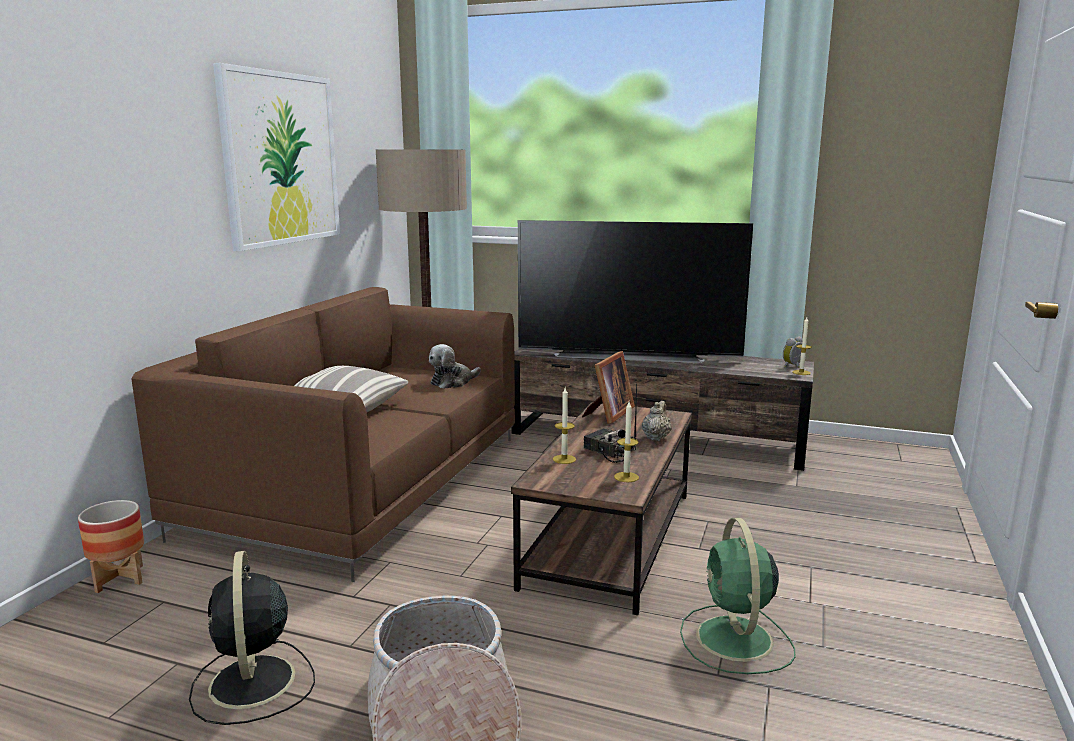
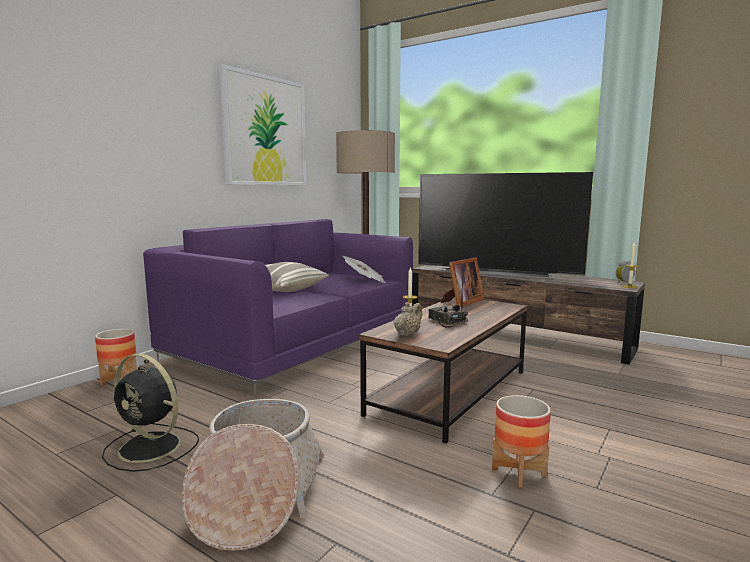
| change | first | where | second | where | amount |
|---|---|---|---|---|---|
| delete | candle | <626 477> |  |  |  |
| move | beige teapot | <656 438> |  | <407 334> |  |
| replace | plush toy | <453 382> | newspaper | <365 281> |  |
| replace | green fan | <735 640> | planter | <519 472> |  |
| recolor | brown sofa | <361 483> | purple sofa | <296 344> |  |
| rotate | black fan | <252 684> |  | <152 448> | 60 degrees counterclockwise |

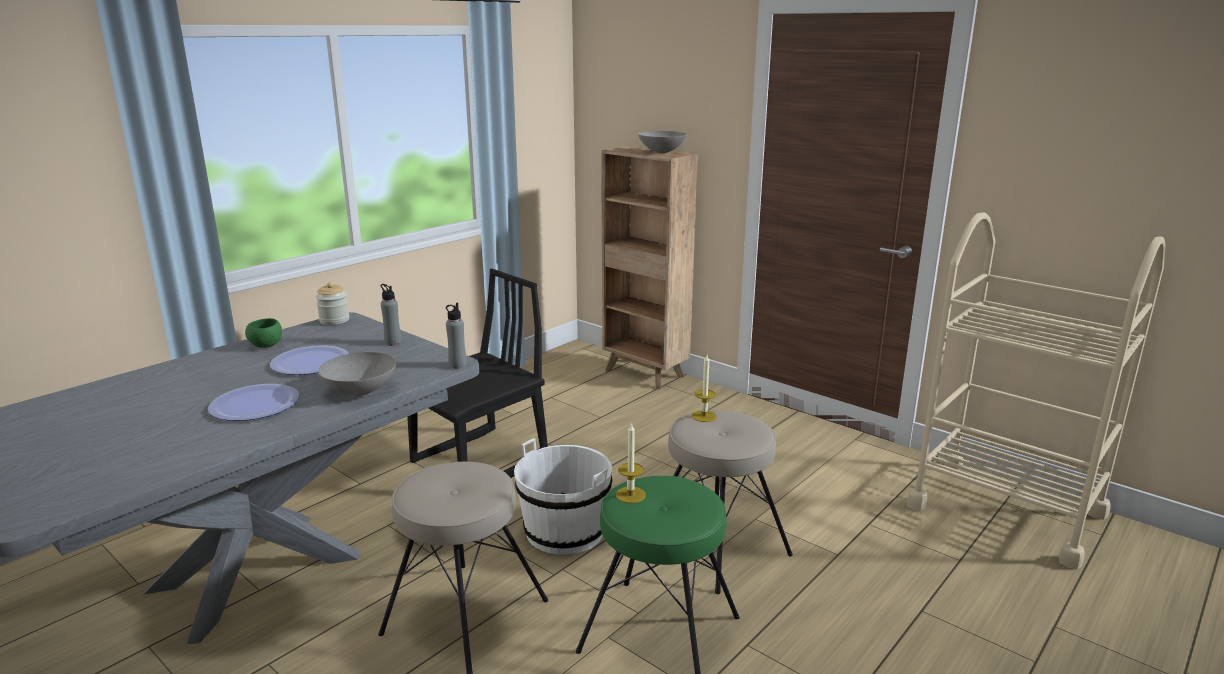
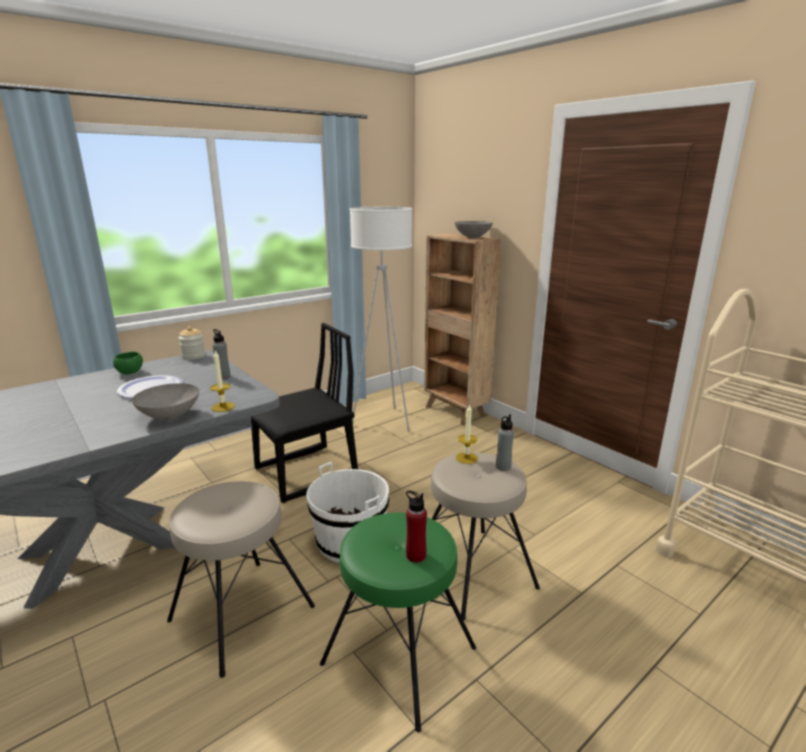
| change | first | where | second | where | amount |
|---|---|---|---|---|---|
| delete | plate | <255 404> |  |  |  |
| insert |  |  | white floor lamp | <384 421> |  |
| insert |  |  | red bottle | <416 555> |  |
| move | grey bottle | <457 365> |  | <503 467> |  |
| move | candle | <630 495> |  | <223 407> |  |

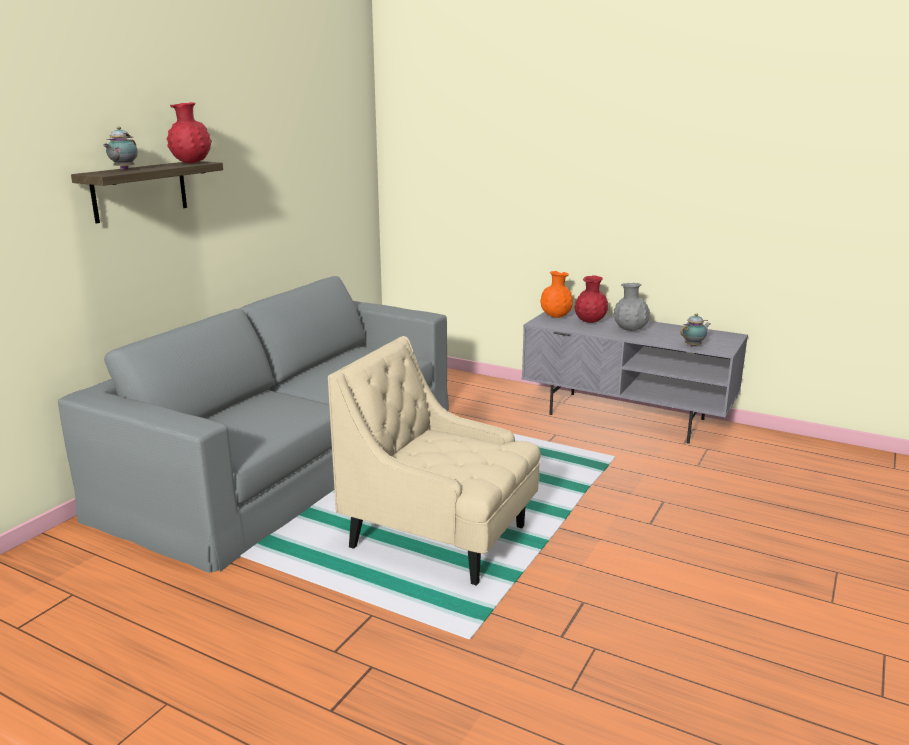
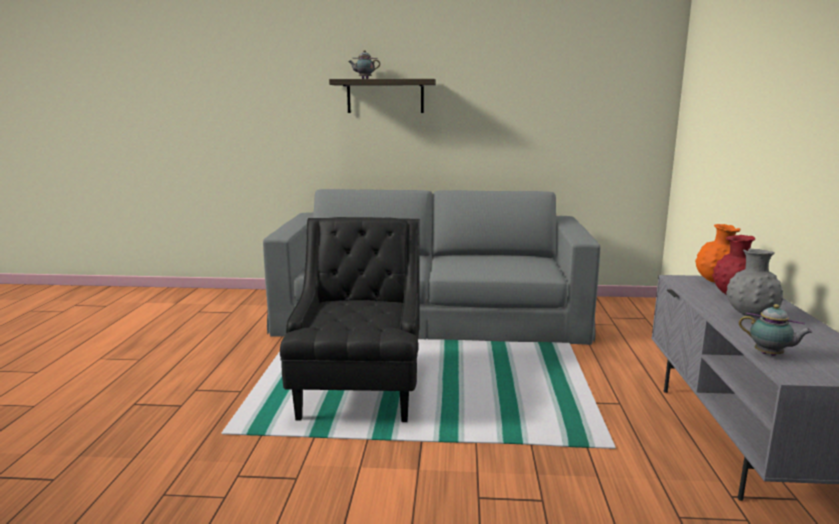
| change | first | where | second | where | amount |
|---|---|---|---|---|---|
| delete | red vase | <191 163> |  |  |  |
| recolor | beige armchair | <440 538> | black armchair | <359 391> |  |

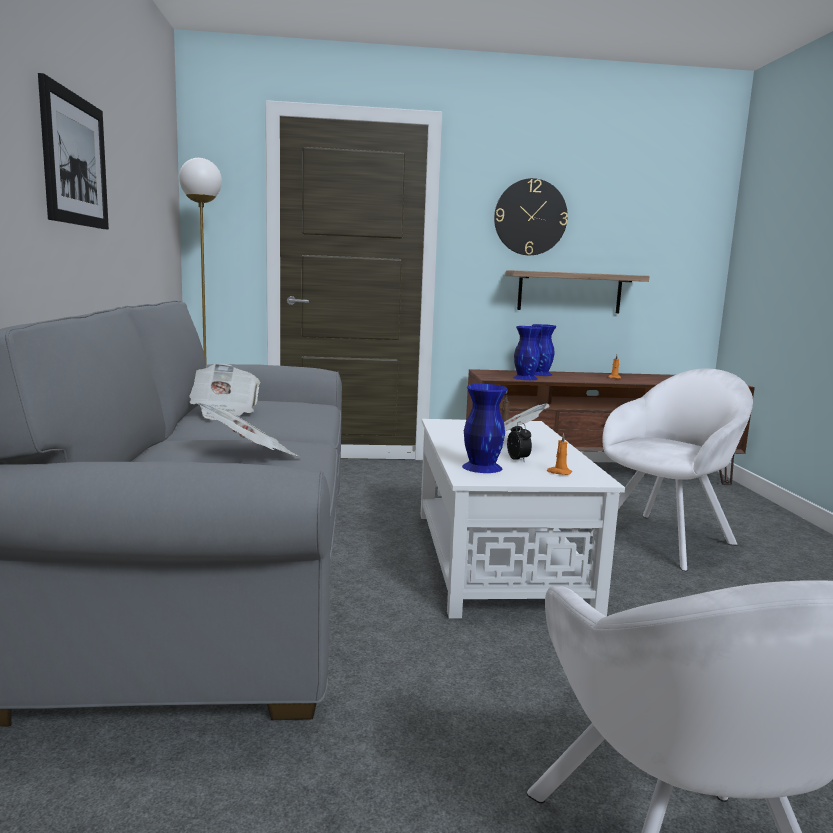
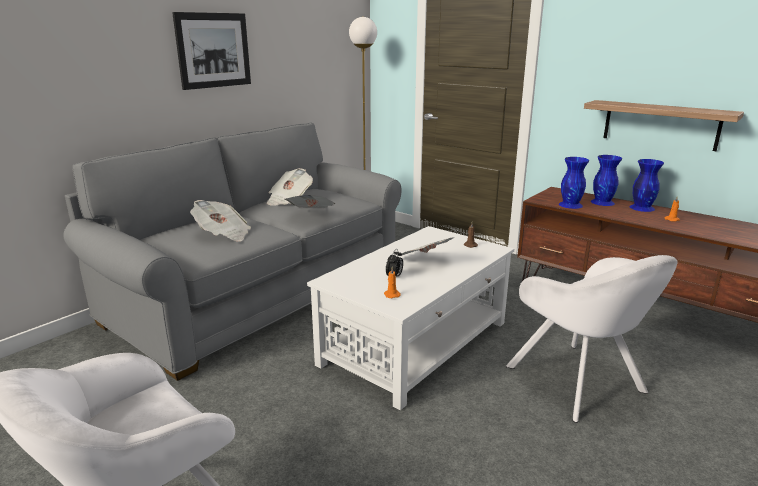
| change | first | where | second | where | amount |
|---|---|---|---|---|---|
| delete | wall clock | <530 217> |  |  |  |
| insert |  |  | newspaper | <312 215> |  |
| move | blue vase | <481 467> |  | <641 207> |  |
| rotate | white armchair | <667 538> |  | <579 383> | 60 degrees clockwise |

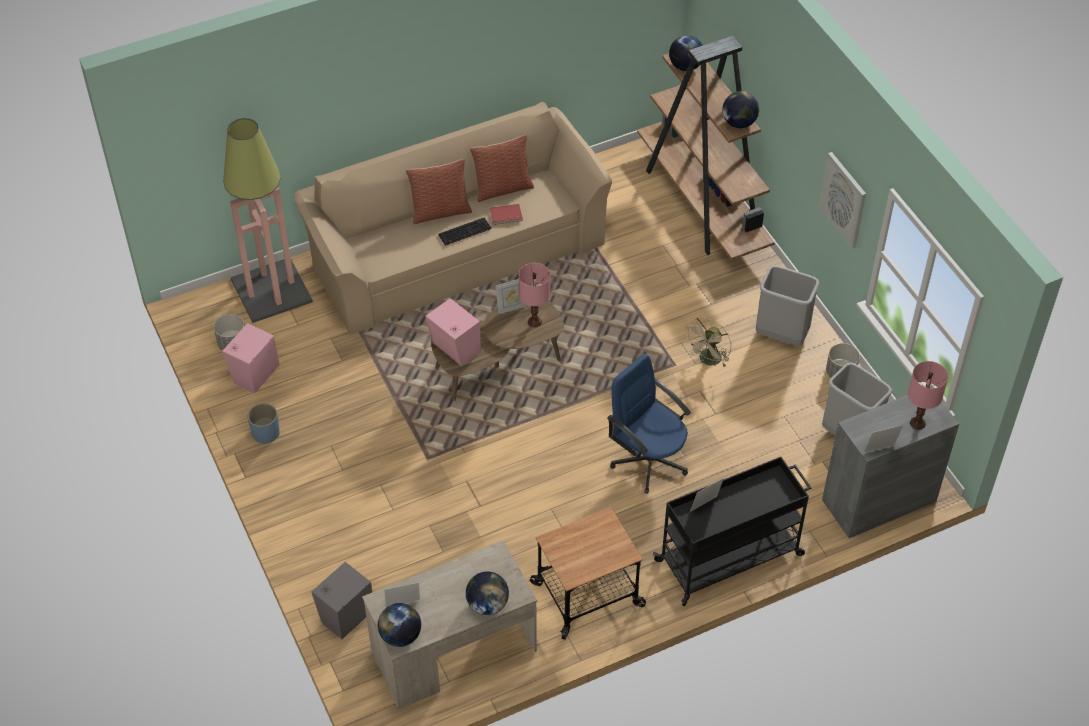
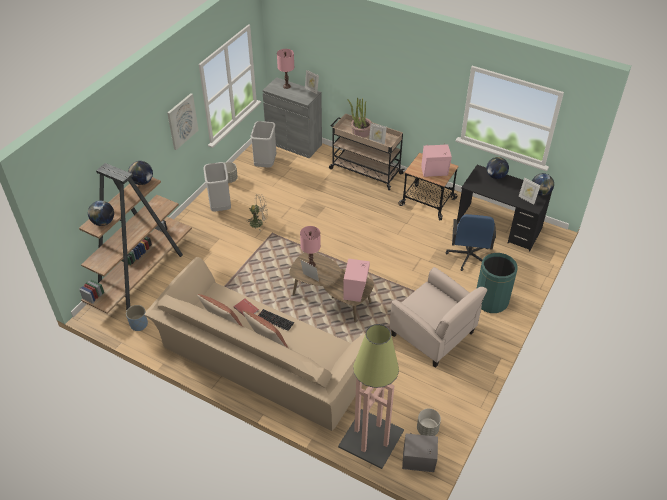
| change | first | where | second | where | amount |
|---|---|---|---|---|---|
| insert |  |  | potted plant | <360 132> |  |
| insert |  |  | beige armchair | <433 334> |  |
| insert |  |  | green trash can | <491 301> |  |
| move | pink speaker | <254 373> |  | <435 172> |  |
| move | blue planter | <265 433> |  | <139 324> |  |
| move | grey speaker | <345 615> |  | <419 463> |  |
| move | blue office chair | <648 460> |  | <468 256> |  |
| recolor | beige desk | <453 652> | black desk | <498 227> |  |
| recolor | black cart | <730 557> | beige cart | <365 171> |  |

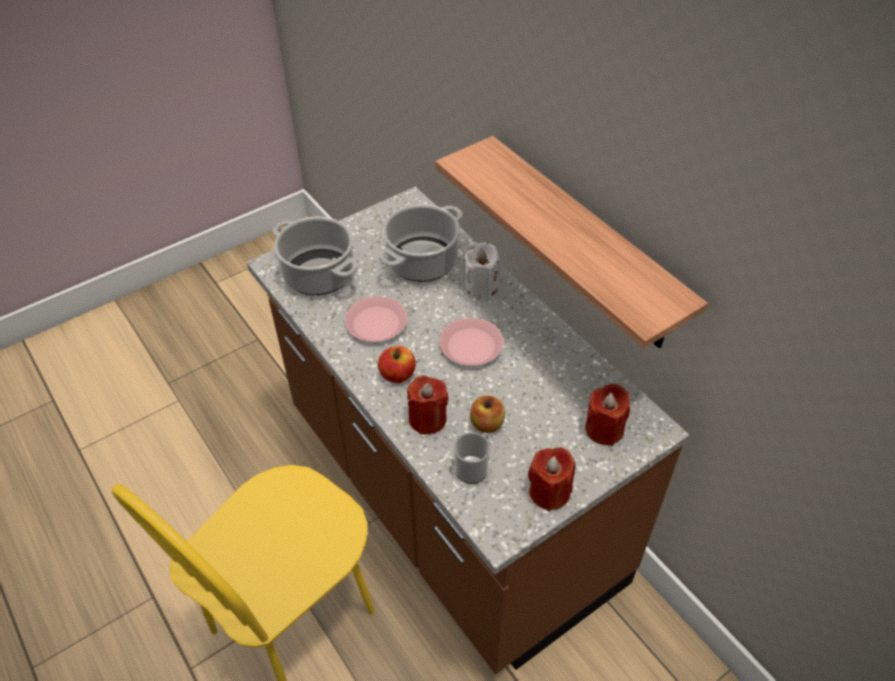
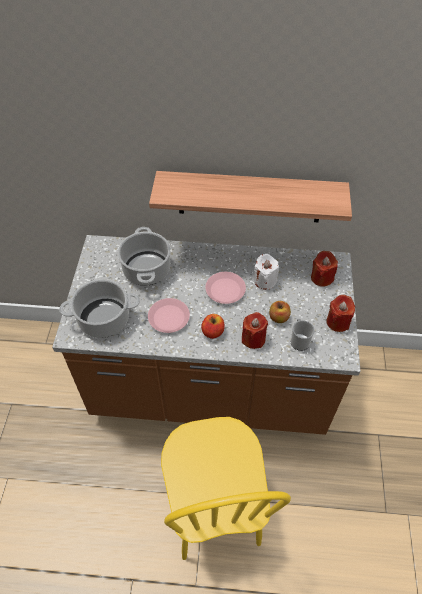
| change | first | where | second | where | amount |
|---|---|---|---|---|---|
| move | white candle | <481 286> |  | <264 281> |  |

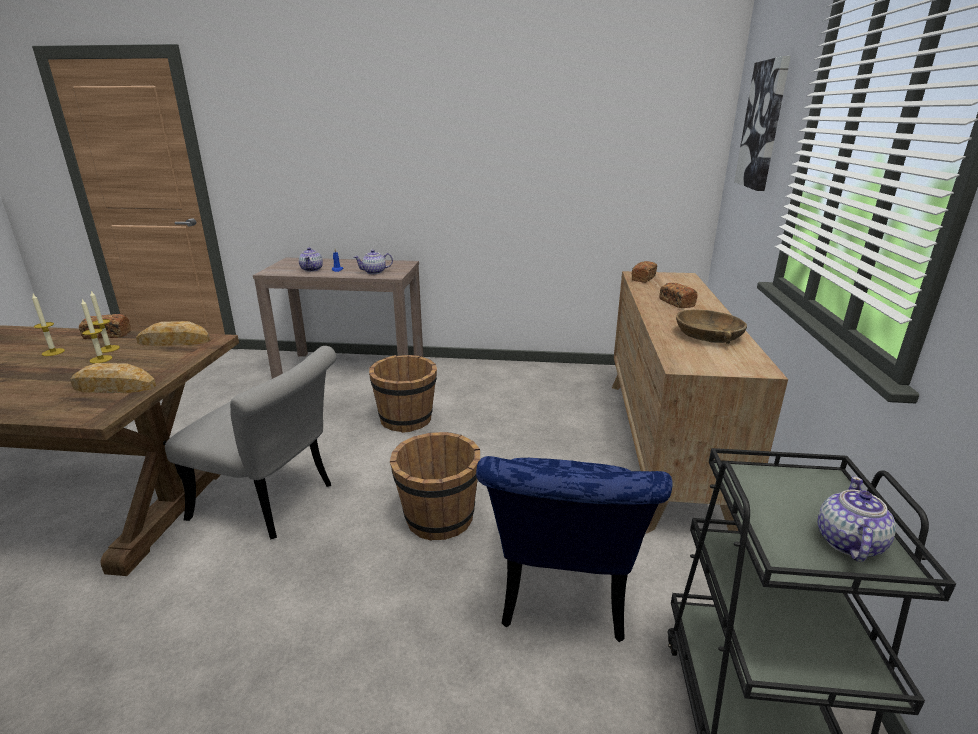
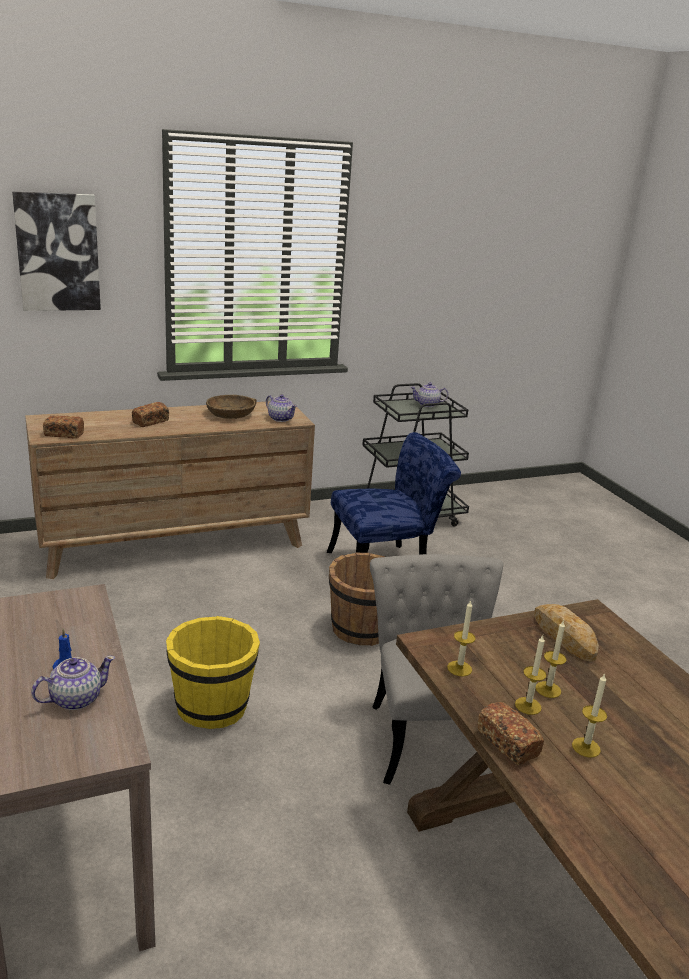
| change | first | where | second | where | amount |
|---|---|---|---|---|---|
| move | teapot | <374 272> |  | <280 418> |  |
| replace | bread | <174 341> | candle | <459 668> |  |
| recolor | brown bucket | <406 420> | yellow bucket | <212 706> |  |

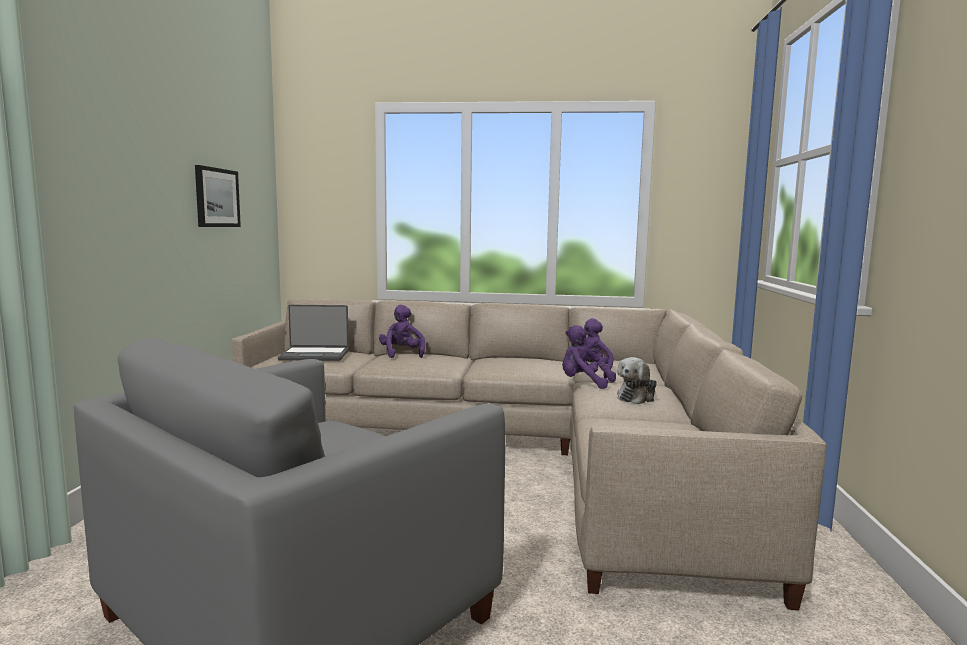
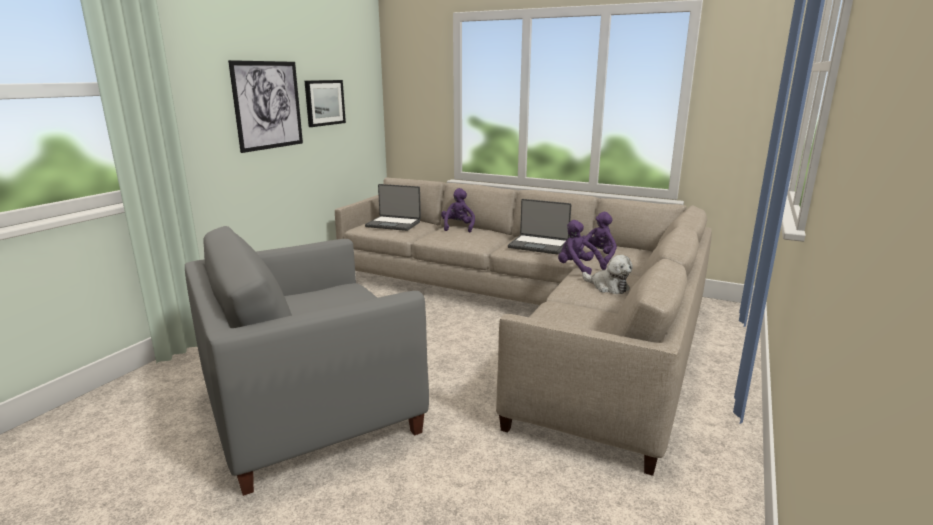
| change | first | where | second | where | amount |
|---|---|---|---|---|---|
| insert |  |  | picture | <268 105> |  |
| insert |  |  | laptop | <539 245> |  |
| rotate | plush toy | <637 397> |  | <607 287> | 105 degrees counterclockwise |

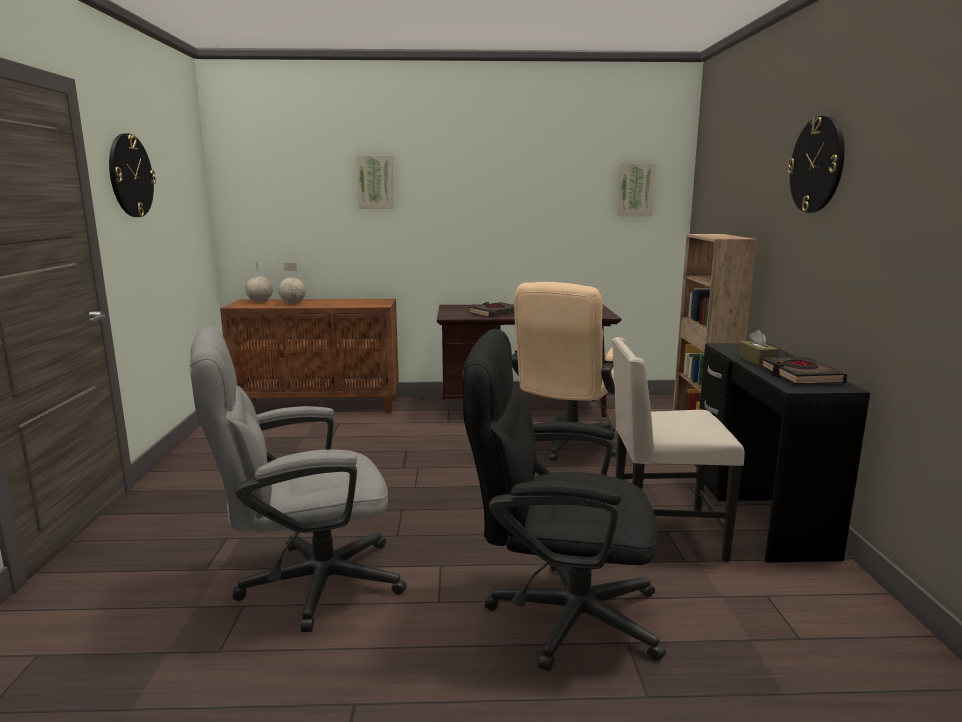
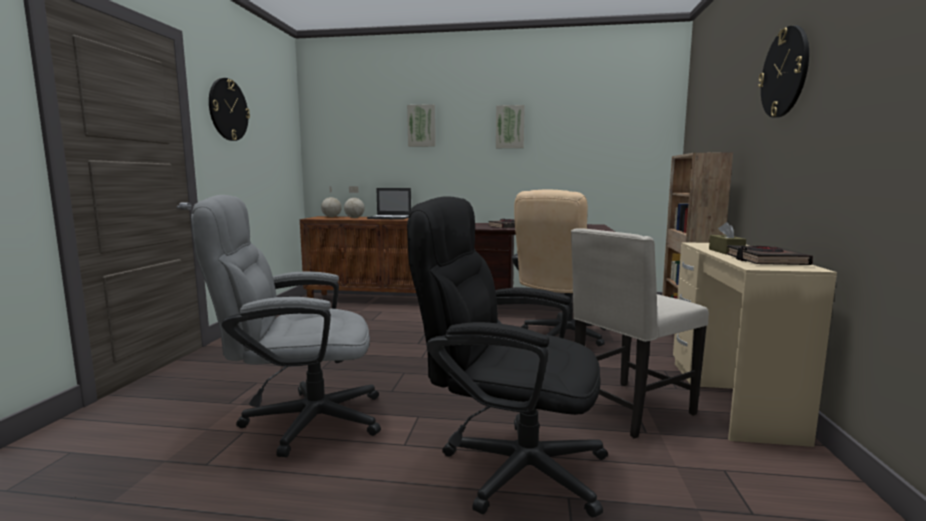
| change | first | where | second | where | amount |
|---|---|---|---|---|---|
| insert |  |  | laptop | <390 218> |  |
| move | picture | <635 189> |  | <510 127> |  |
| recolor | black desk | <759 512> | beige desk | <731 398> |  |
| rotate | beige chair | <662 536> |  | <628 410> | 45 degrees counterclockwise |

